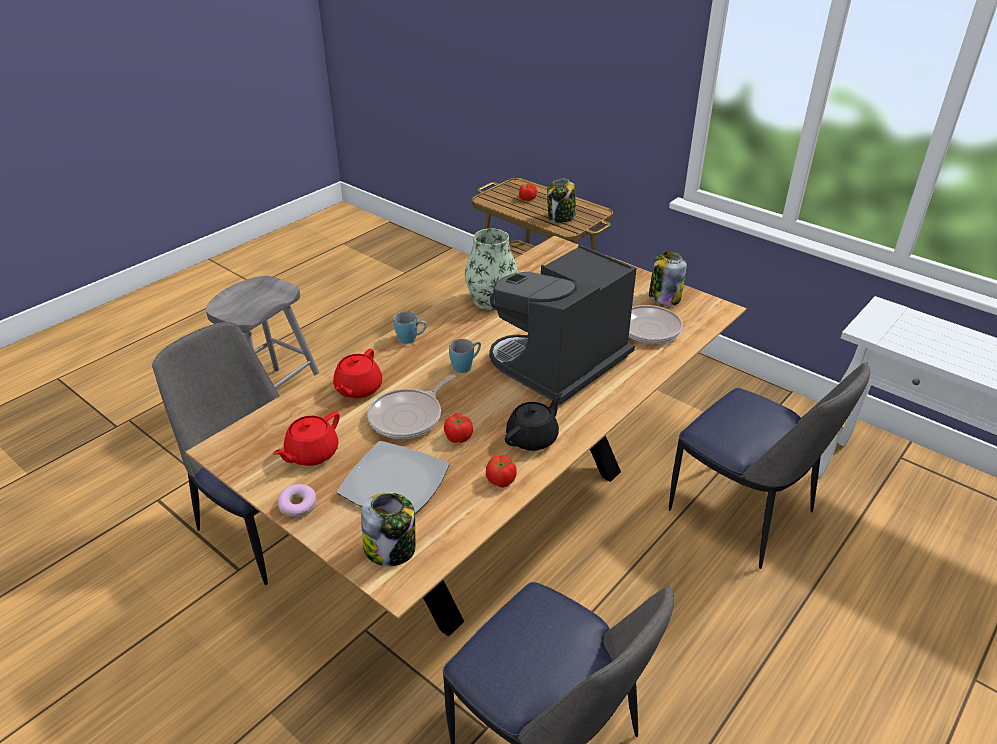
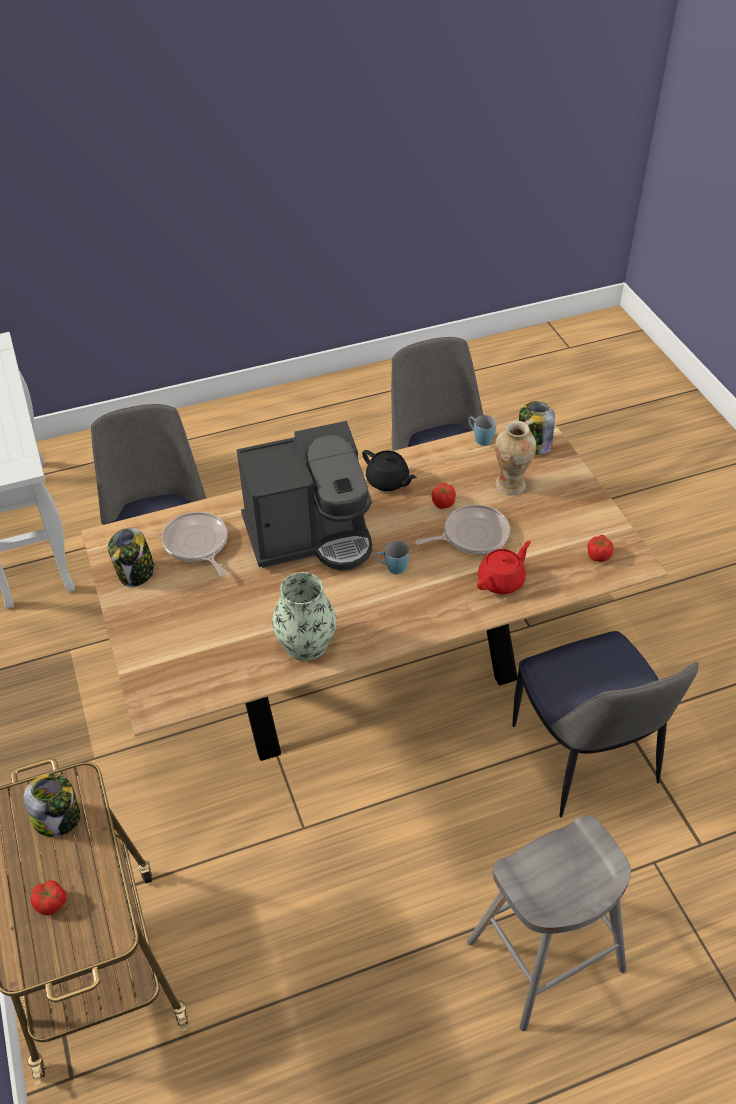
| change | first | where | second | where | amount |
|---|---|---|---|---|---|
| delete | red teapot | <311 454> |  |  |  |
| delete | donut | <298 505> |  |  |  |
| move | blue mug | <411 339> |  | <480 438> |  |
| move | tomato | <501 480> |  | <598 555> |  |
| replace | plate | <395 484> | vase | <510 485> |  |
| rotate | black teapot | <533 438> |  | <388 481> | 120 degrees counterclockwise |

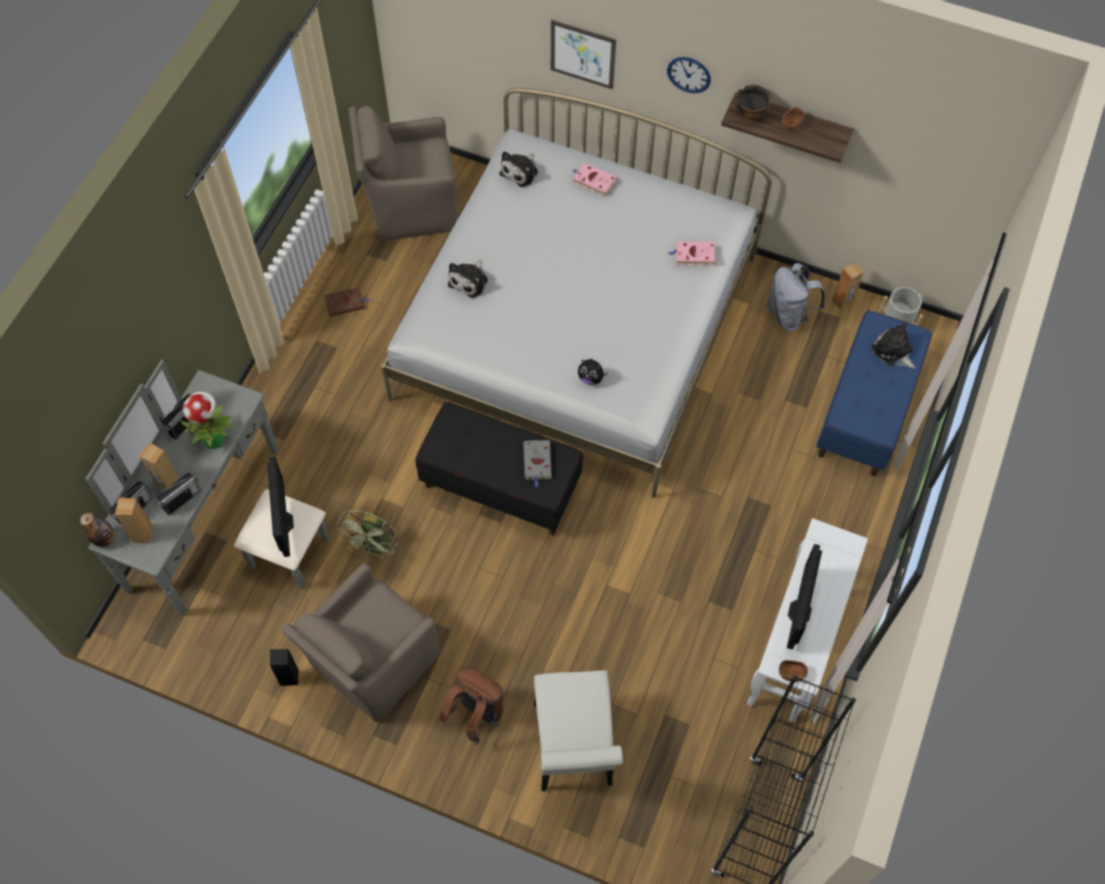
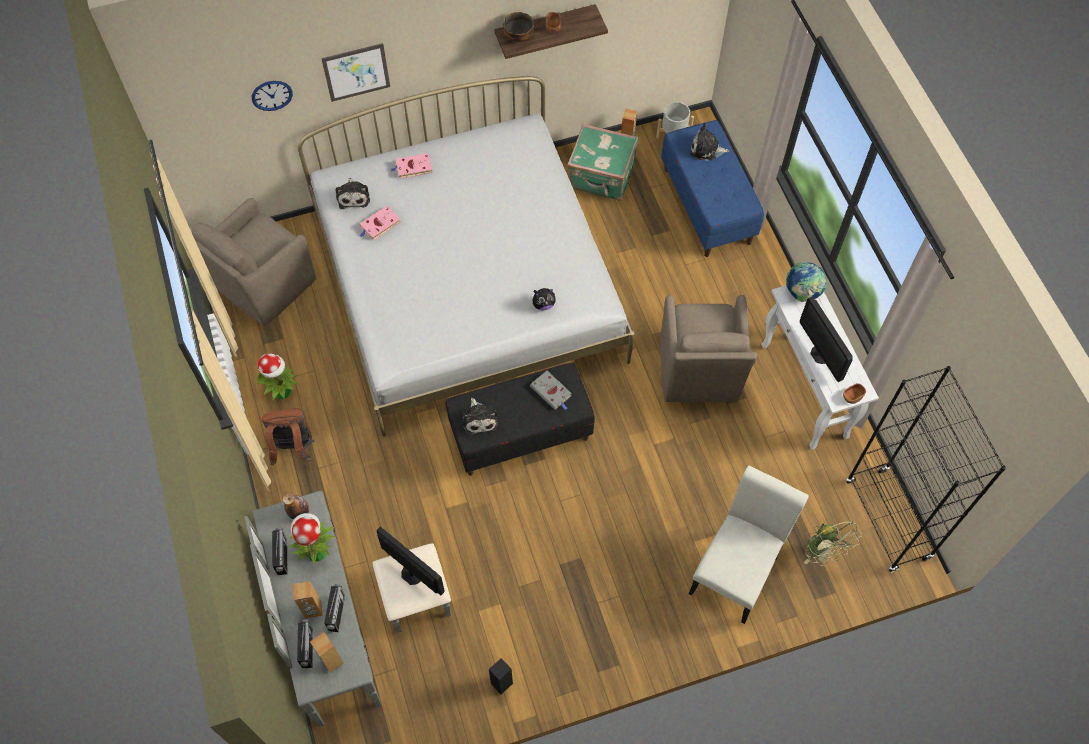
| change | first | where | second | where | amount |
|---|---|---|---|---|---|
| insert |  |  | globe | <802 293> |  |
| move | bottle | <104 539> |  | <299 512> |  |
| move | brown armchair | <372 663> |  | <698 372> |  |
| move | green fan | <375 547> |  | <823 552> |  |
| move | brown backpack | <476 714> |  | <293 448> |  |
| move | plush toy | <469 281> |  | <479 419> |  |
| move | wall clock | <689 74> |  | <272 95> |  |
| move | pink book | <693 255> |  | <379 225> |  |
| replace | brown book | <346 303> | potted plant | <282 391> |  |
| replace | grey backpack | <788 315> | green suitcase | <601 177> |  |
| rotate | white chair | <573 751> |  | <736 569> | 105 degrees counterclockwise |

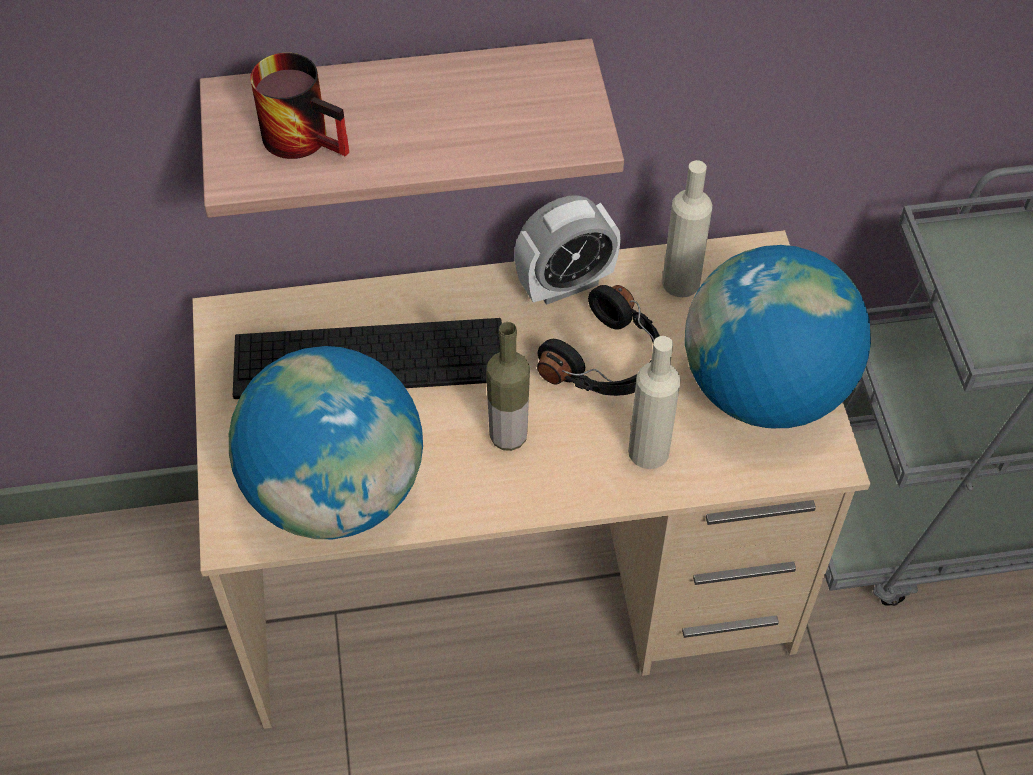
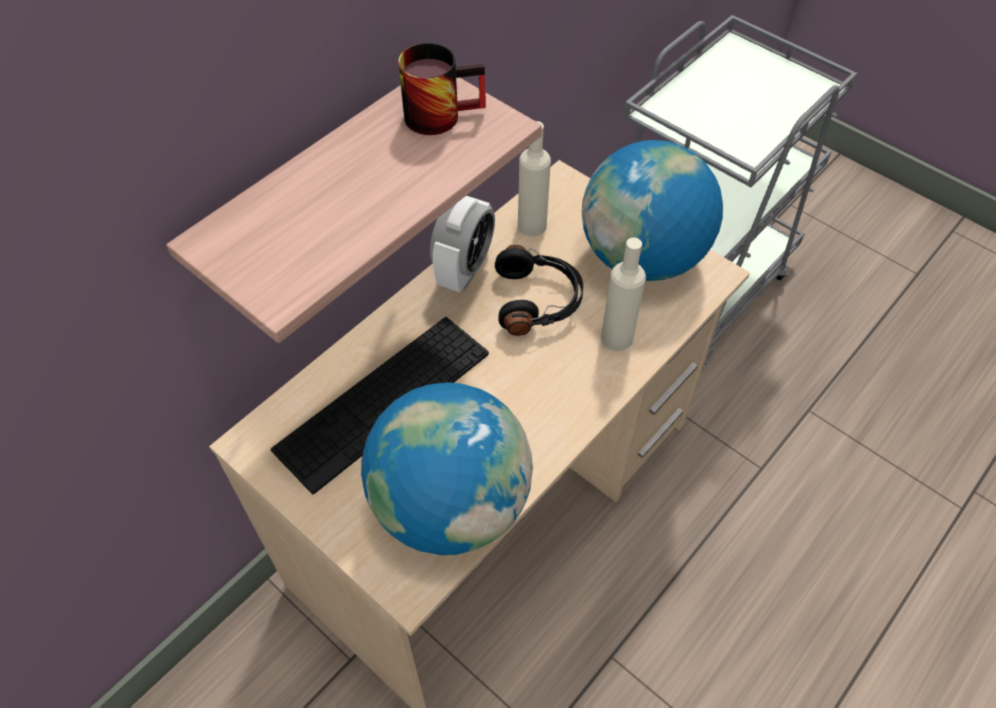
| change | first | where | second | where | amount |
|---|---|---|---|---|---|
| delete | bottle | <508 437> |  |  |  |
| move | mug | <308 136> |  | <440 112> |  |

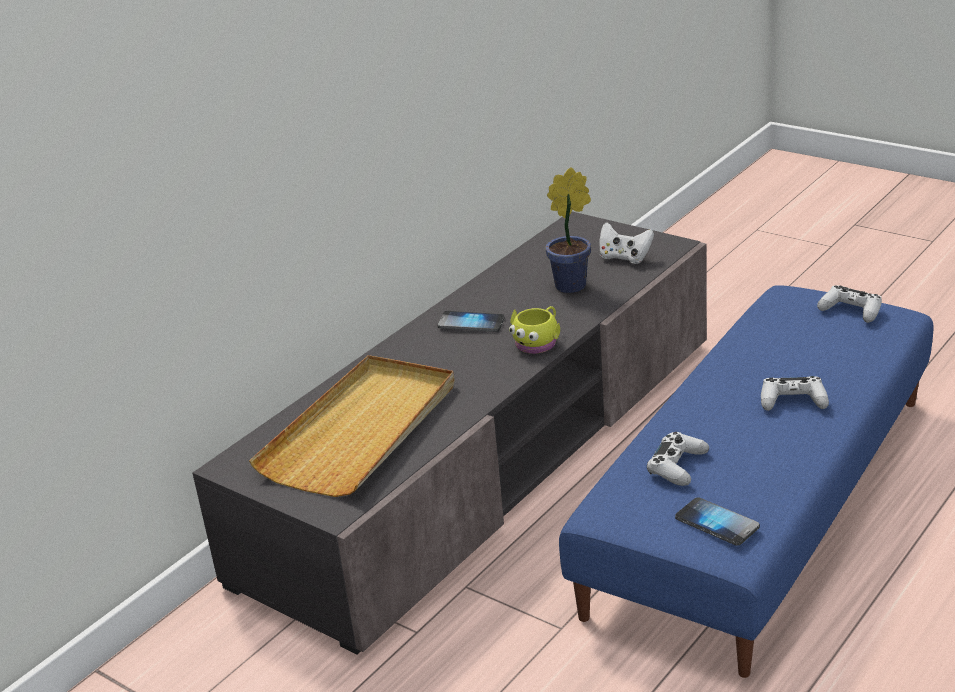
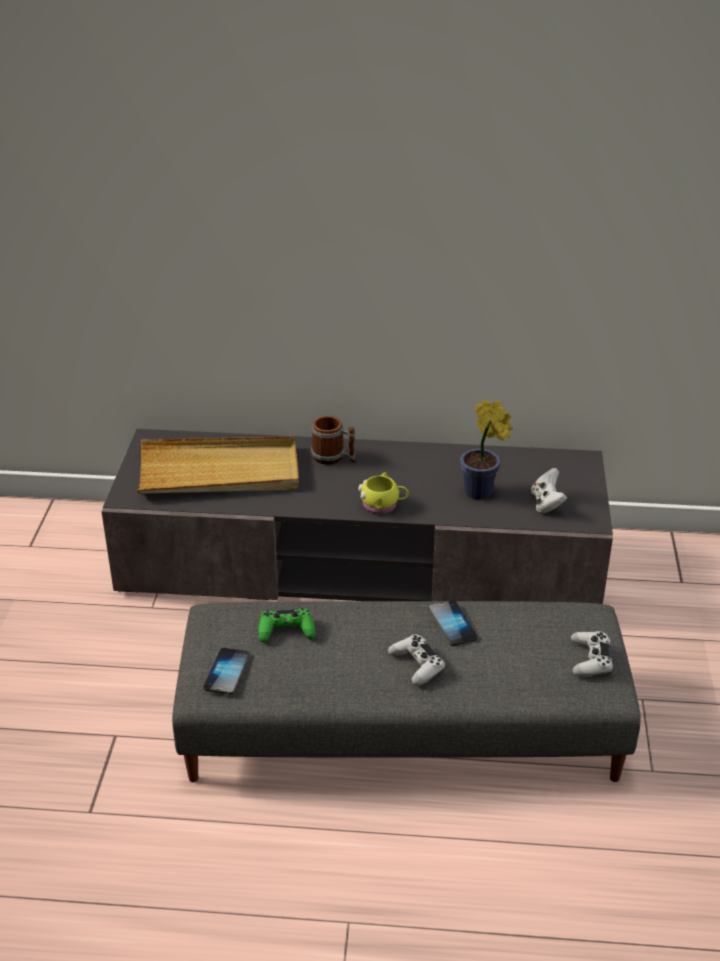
| change | first | where | second | where | amount |
|---|---|---|---|---|---|
| insert |  |  | mug | <334 458> |  |
| move | phone | <471 323> |  | <452 624> |  |
| recolor | blue ottoman | <760 501> | grey ottoman | <402 725> |  |
| recolor | white game controller | <677 466> | green game controller | <286 631> |  |

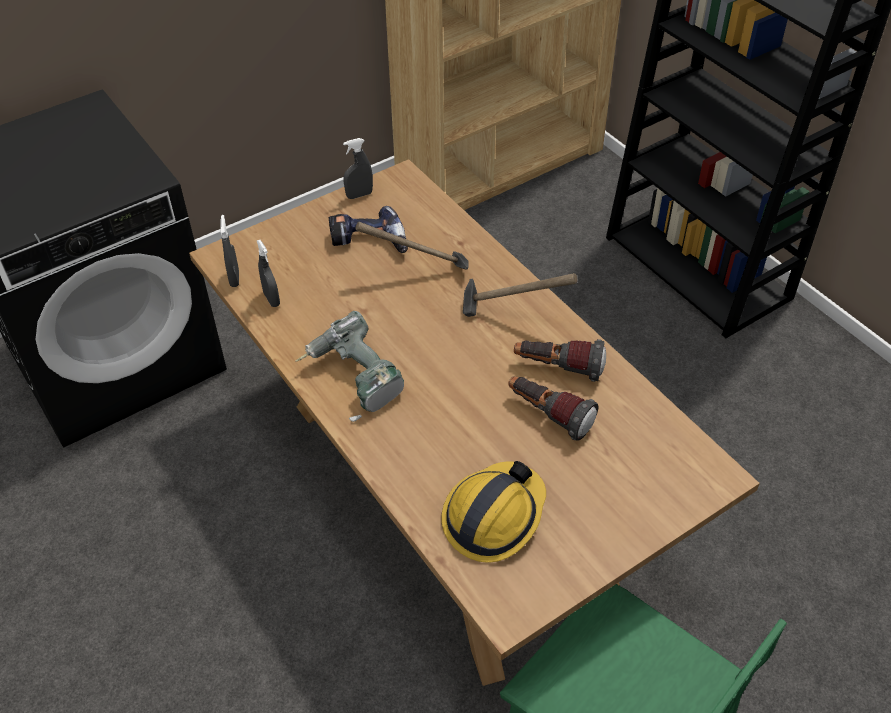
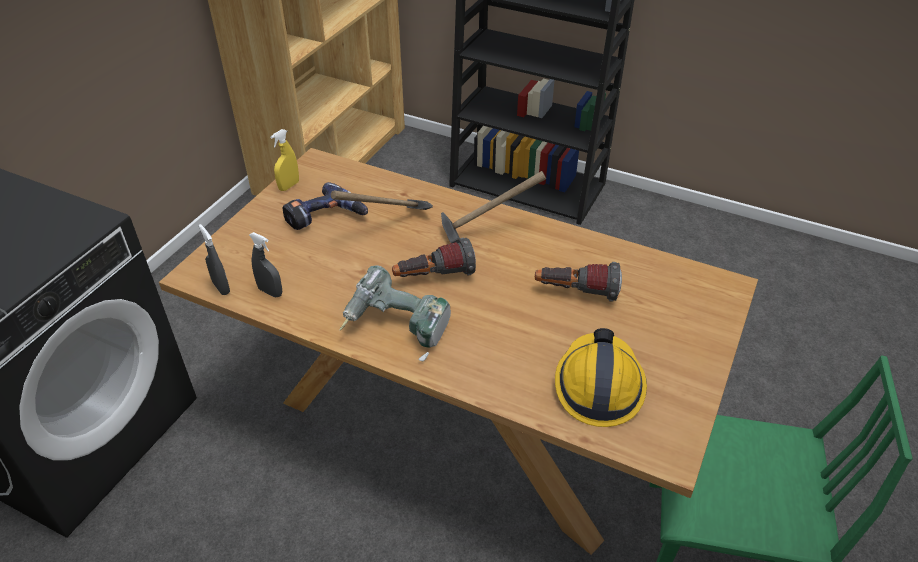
| change | first | where | second | where | amount |
|---|---|---|---|---|---|
| move | flashlight | <558 368> |  | <434 277> |  |
| recolor | grey spray bottle | <359 195> | yellow spray bottle | <289 186> |  |

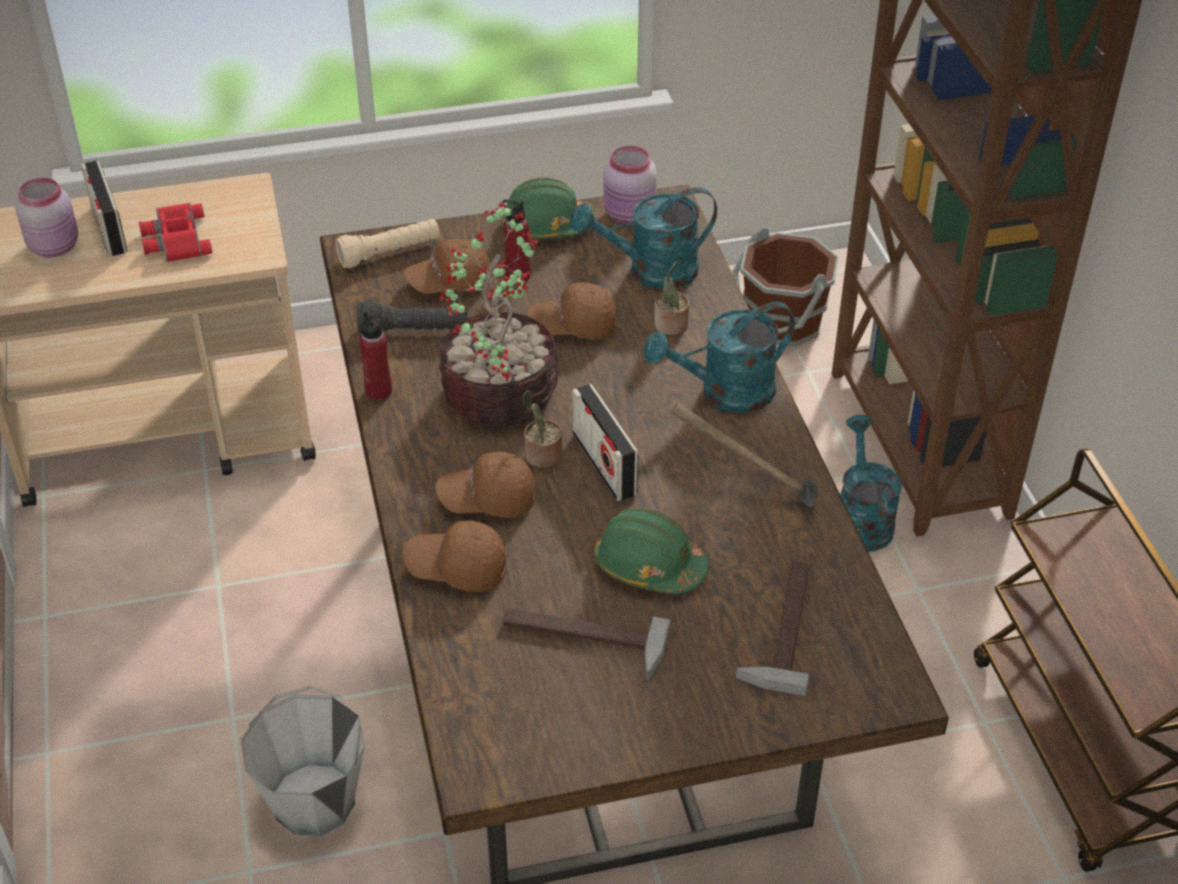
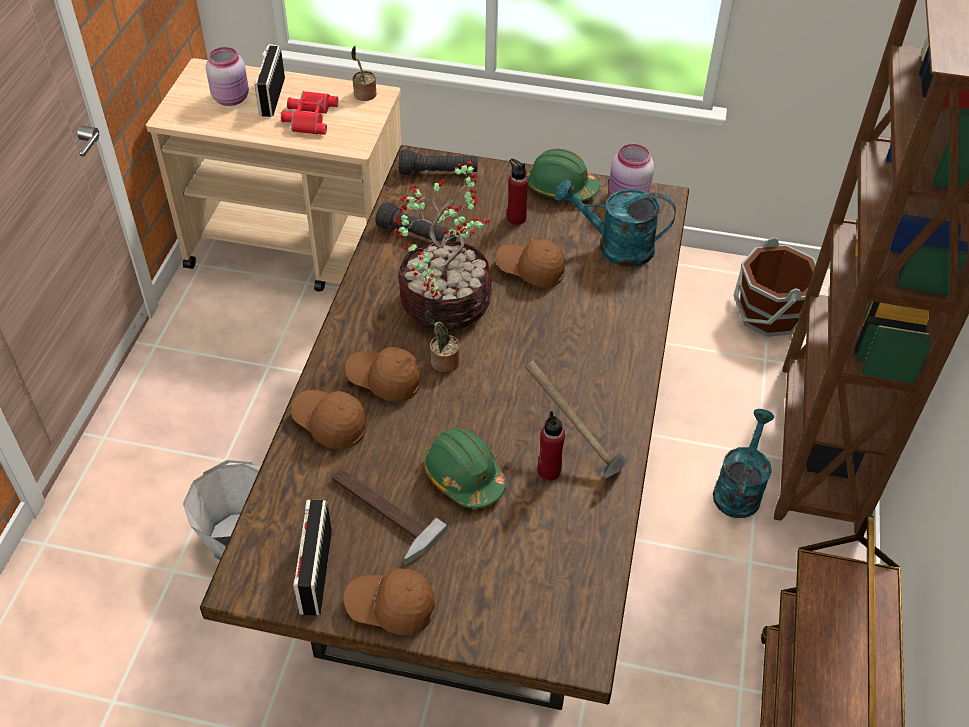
| change | first | where | second | where | amount |
|---|---|---|---|---|---|
| delete | turquoise watering can | <725 394> |  |  |  |
| delete | hammer | <781 626> |  |  |  |
| move | red bottle | <378 391> |  | <549 471> |  |
| move | brown cap | <449 283> |  | <391 608> |  |
| move | radio | <604 464> |  | <316 571> |  |
| move | potted plant | <671 326> |  | <364 95> |  |
| recolor | beige flashlight | <390 253> | black flashlight | <438 173> |  |

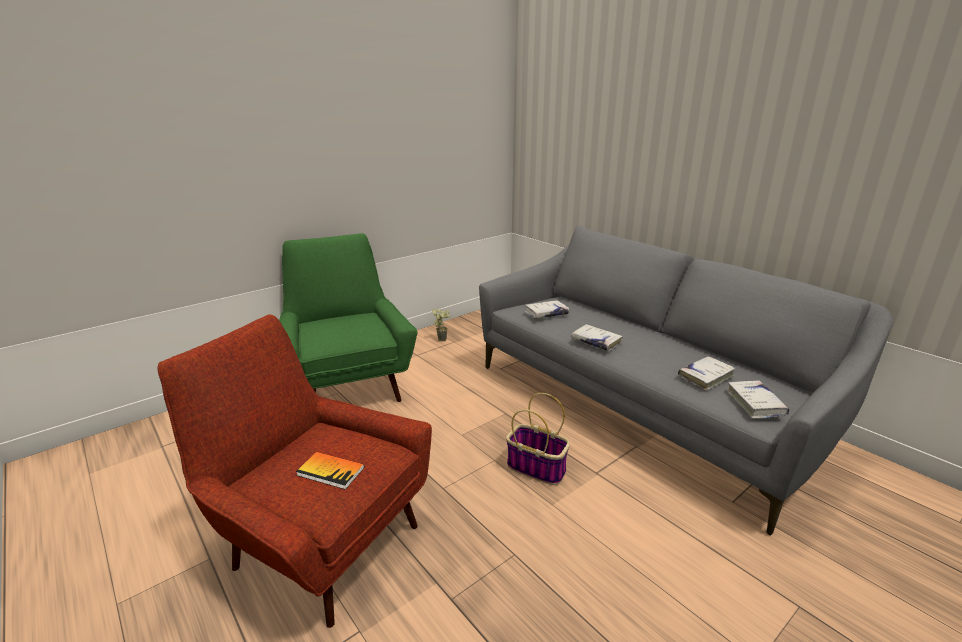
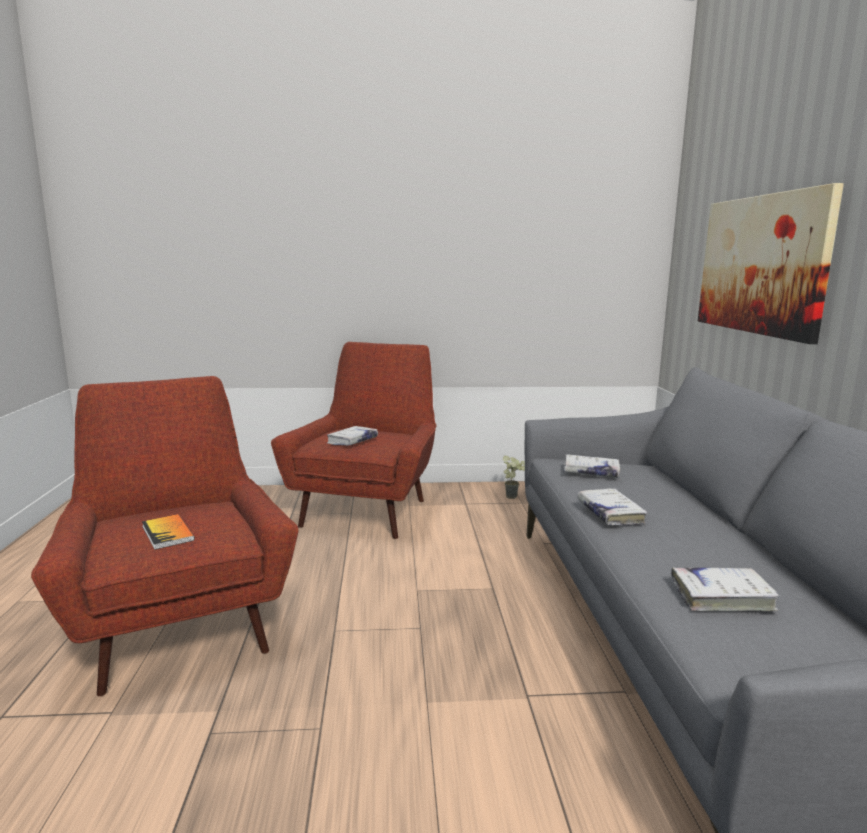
| change | first | where | second | where | amount |
|---|---|---|---|---|---|
| delete | basket | <537 468> |  |  |  |
| insert |  |  | picture | <761 264> |  |
| move | white book | <755 404> |  | <352 441> |  |
| recolor | green armchair | <349 384> | red armchair | <367 509> |  |

